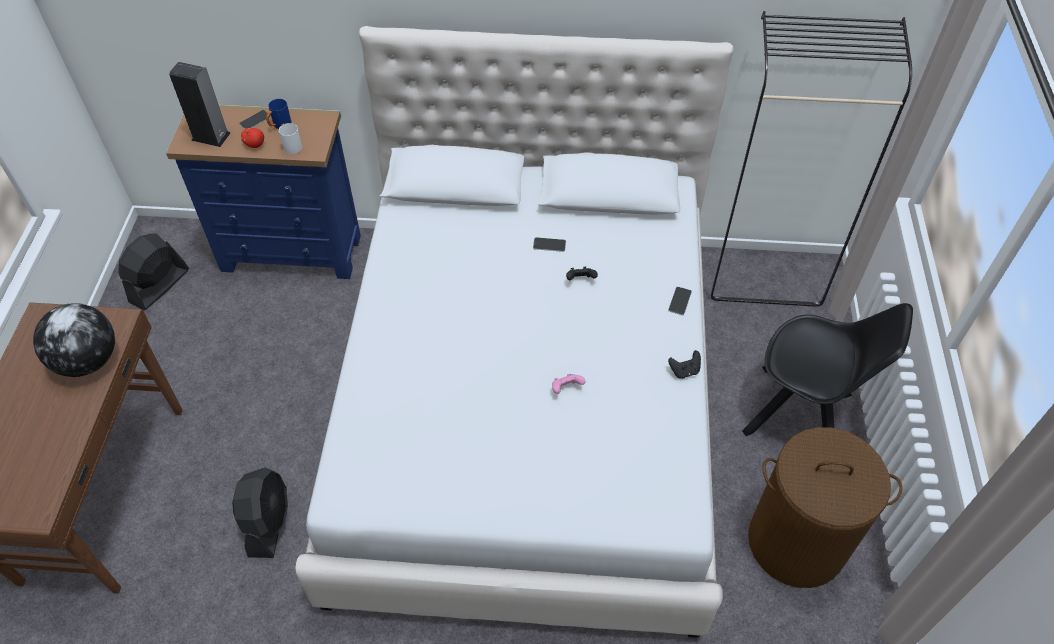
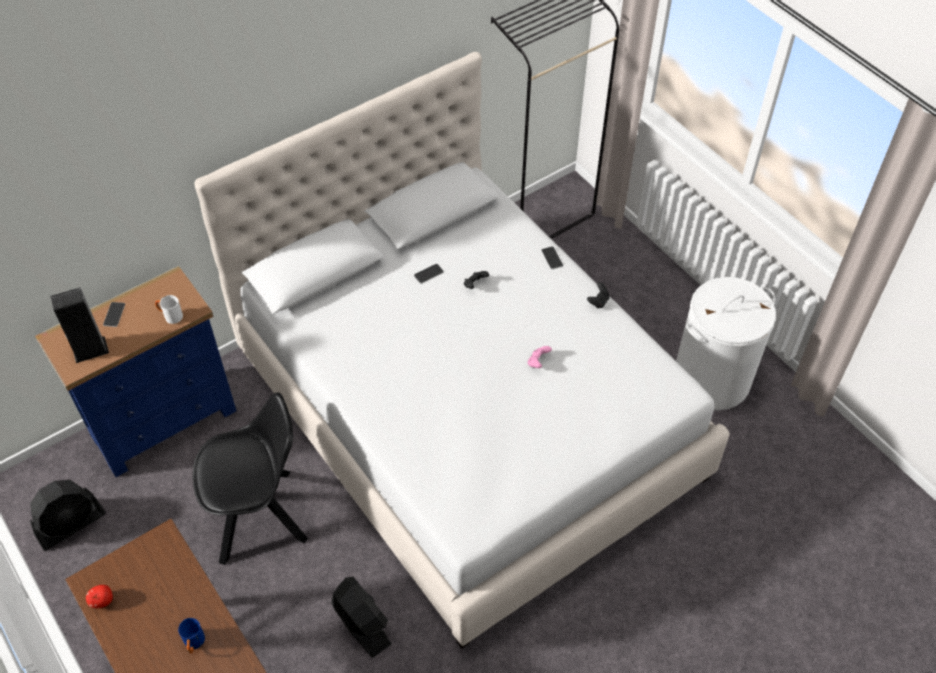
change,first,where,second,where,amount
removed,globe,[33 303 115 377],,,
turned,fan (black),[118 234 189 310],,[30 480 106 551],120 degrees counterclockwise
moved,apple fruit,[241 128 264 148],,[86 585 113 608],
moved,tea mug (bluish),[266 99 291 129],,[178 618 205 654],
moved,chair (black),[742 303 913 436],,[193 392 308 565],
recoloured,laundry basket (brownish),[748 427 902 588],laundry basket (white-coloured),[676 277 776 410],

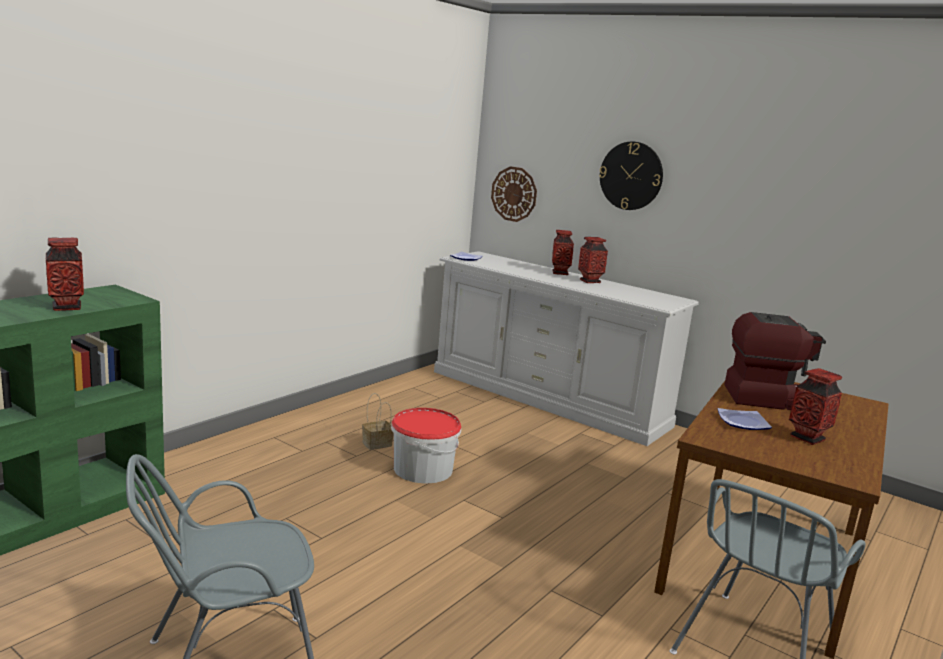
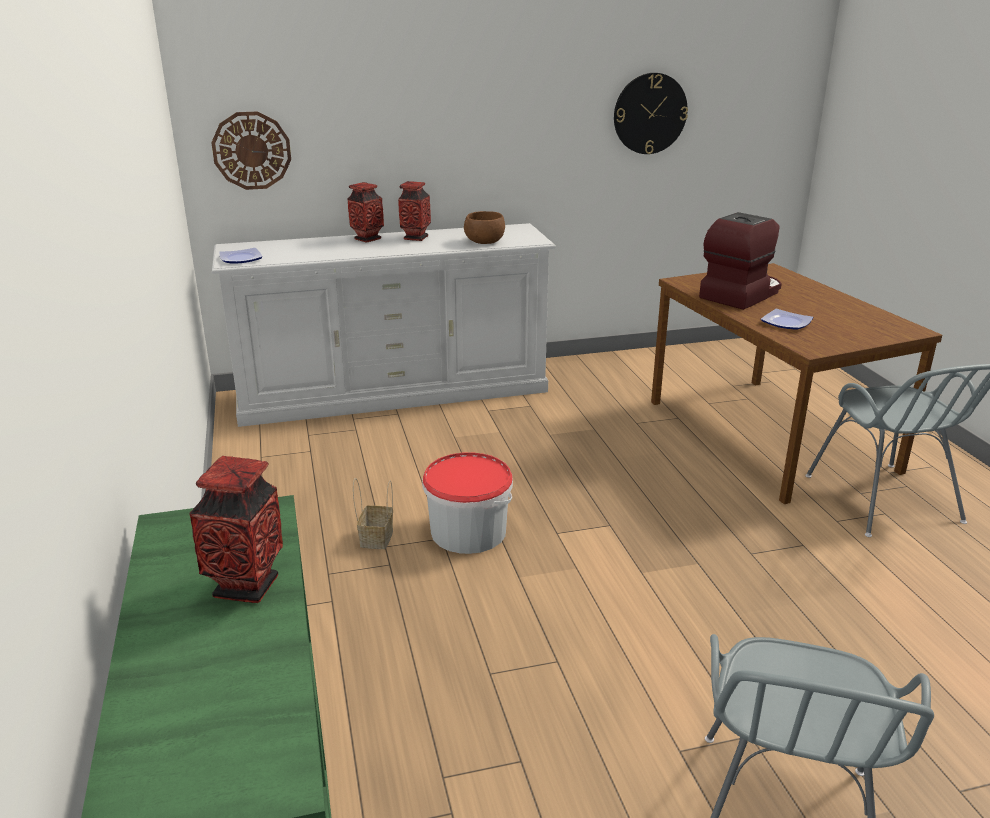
change,first,where,second,where,amount
moved,wall clock,[599 141 663 210],,[614 73 688 154],
removed,decorative vase,[789 368 842 445],,,
added,,,deep dish (brownish),[464 211 505 244],

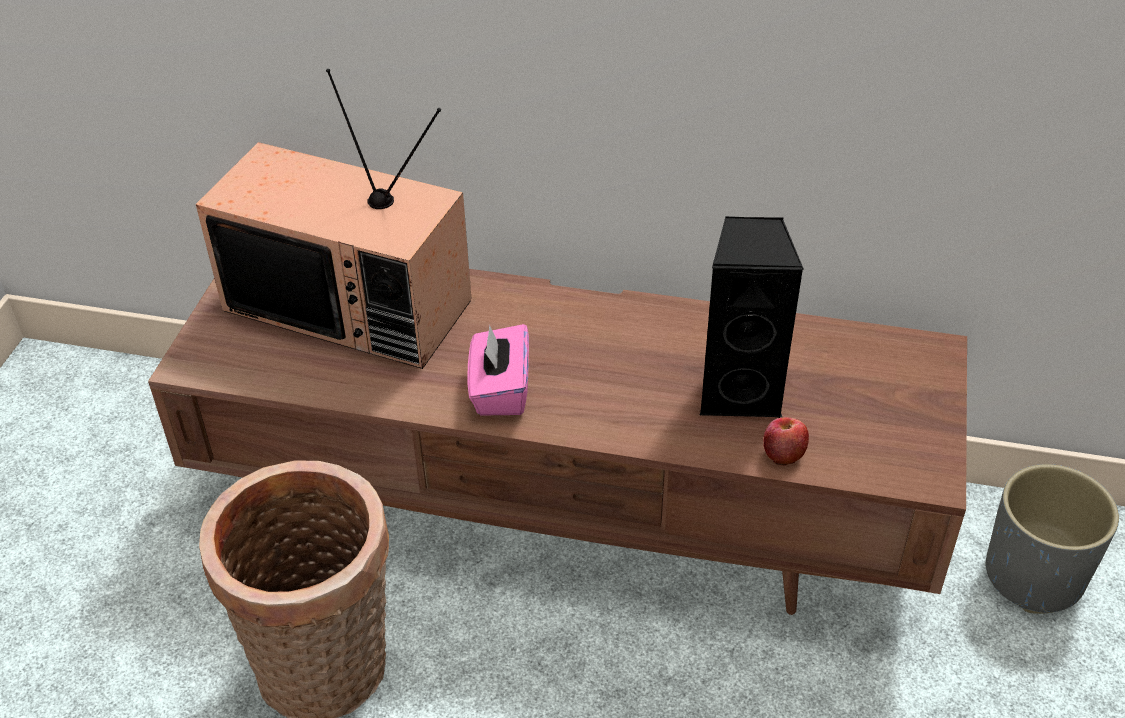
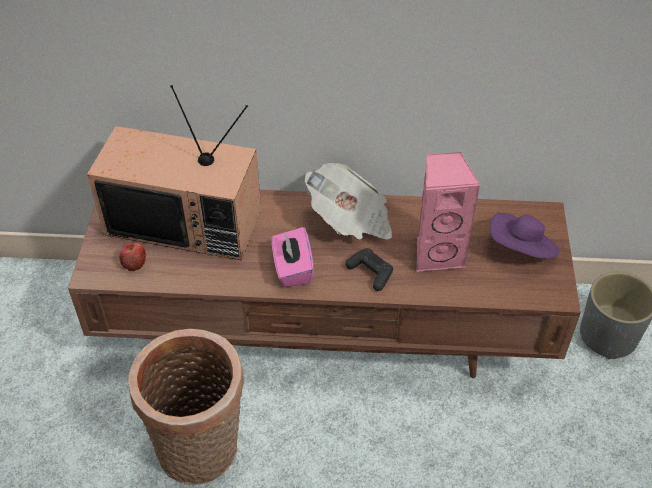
change,first,where,second,where,amount
recoloured,speaker (black),[700 216 804 418],speaker (pinkish),[417 152 481 272],
moved,apple fruit,[763 417 809 466],,[119 243 146 271],
added,,,newspaper,[305 163 392 240],
added,,,gamepad (black),[345 248 393 291],
added,,,hat (purple),[490 213 559 259],

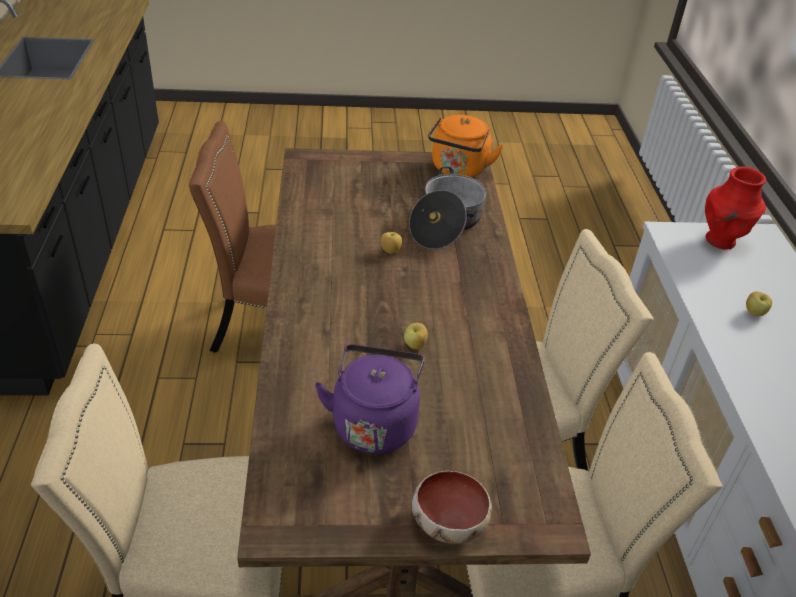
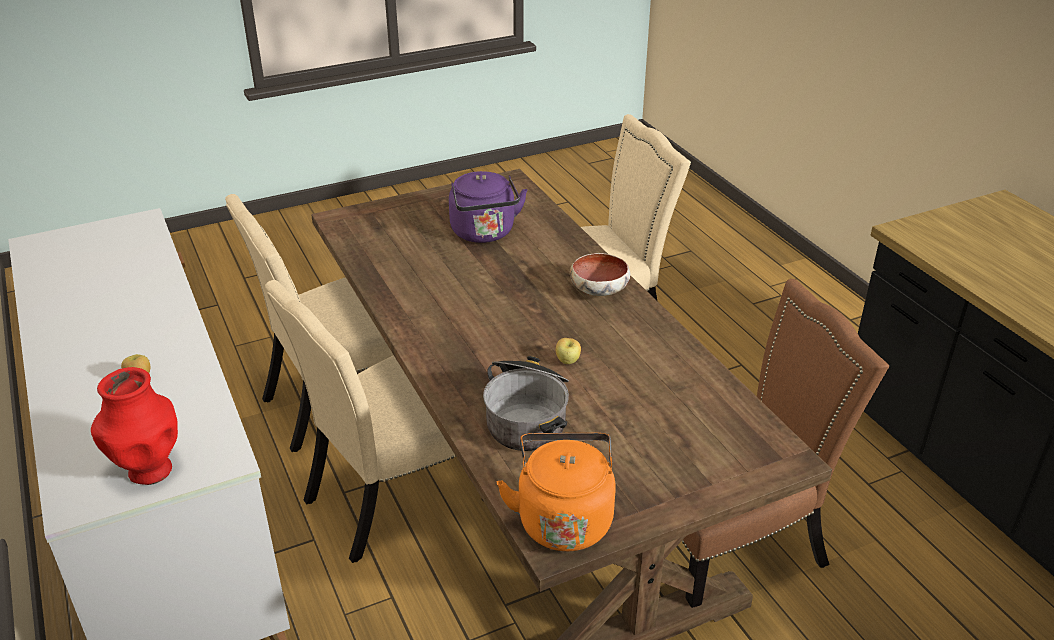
change,first,where,second,where,amount
removed,apple fruit,[404 323 428 349],,,
moved,deep dish,[412 471 492 544],,[570 253 630 296],

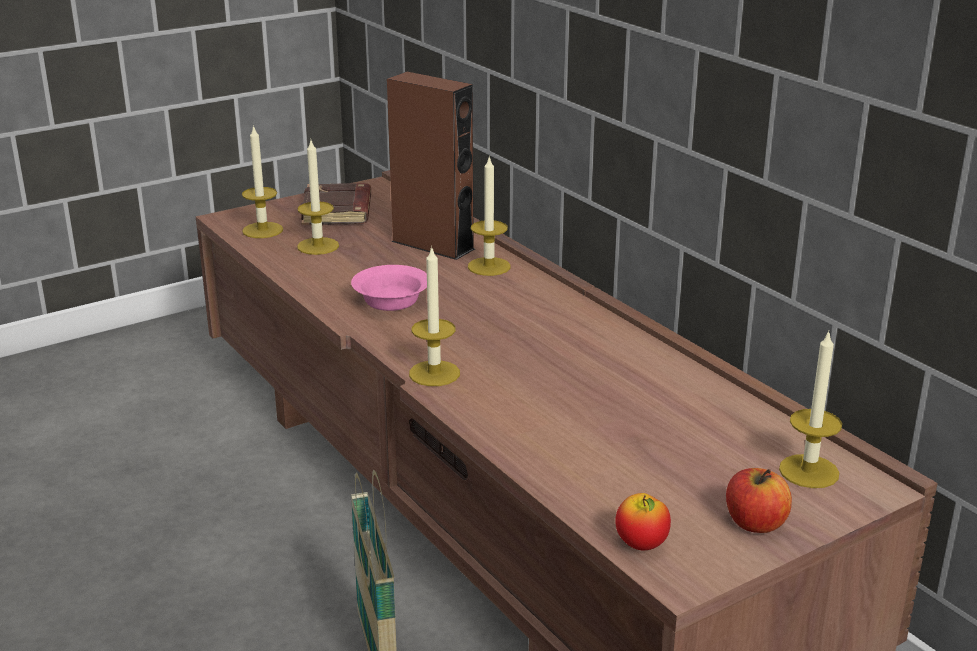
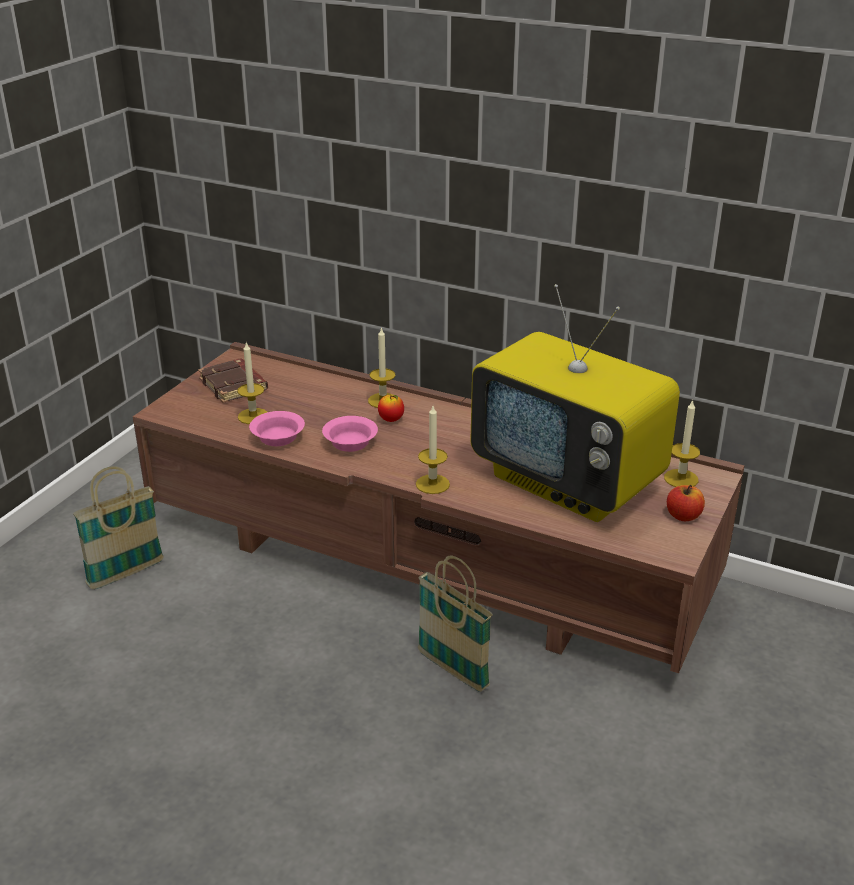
change,first,where,second,where,amount
removed,wax candle,[242 125 283 238],,,
removed,speaker (brownish),[387 72 475 260],,,
moved,apple fruit,[615 493 671 550],,[378 395 404 422],
added,,,storage basket,[73 466 164 589],
added,,,deep dish (pinkish),[249 411 305 446],
added,,,TV,[470 284 680 522],

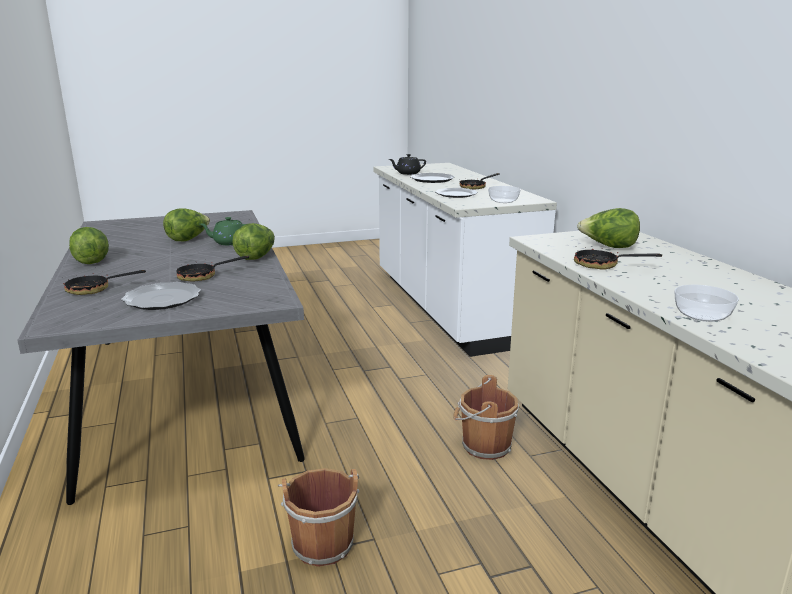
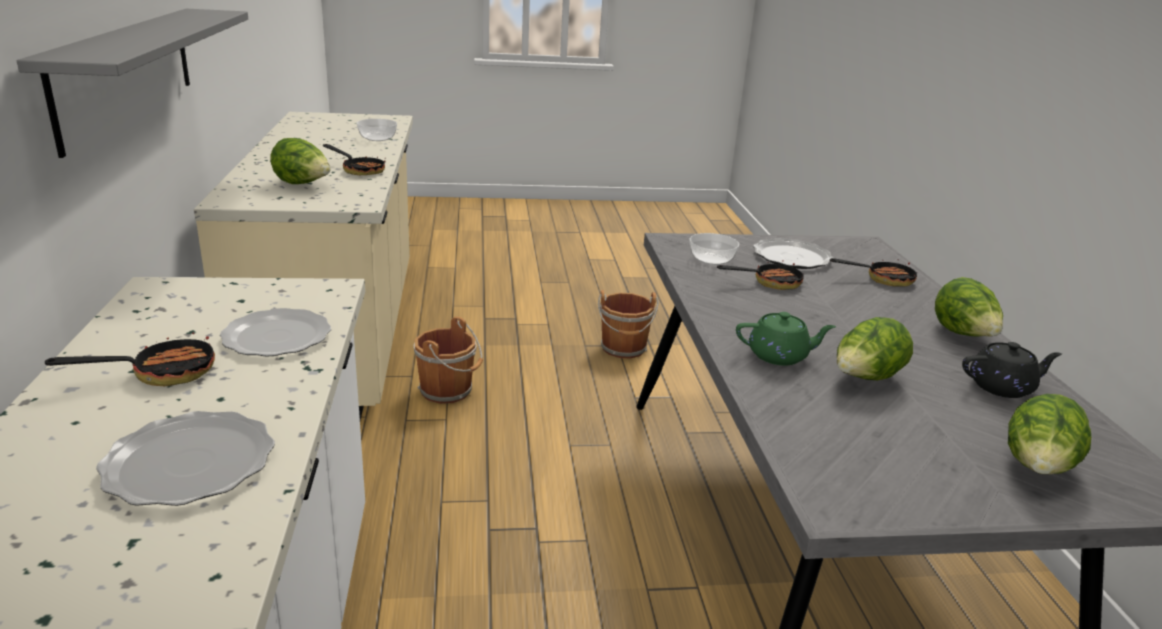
change,first,where,second,where,amount
moved,head of lettuce,[232 223 275 260],,[1008 394 1091 475],
moved,tea pot (black),[389 154 426 175],,[962 342 1062 398],
moved,deep dish,[488 186 521 203],,[689 233 739 265],
added,,,bracket shelf (greyish),[17 9 248 158],

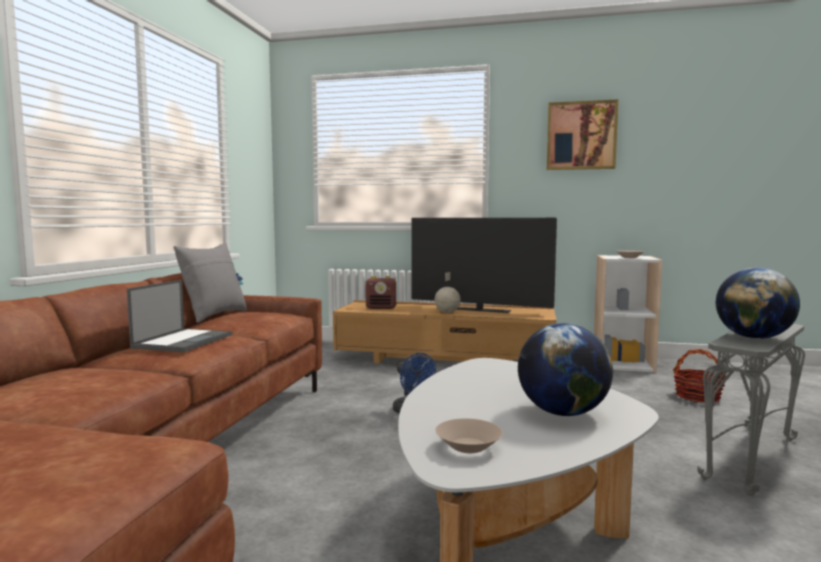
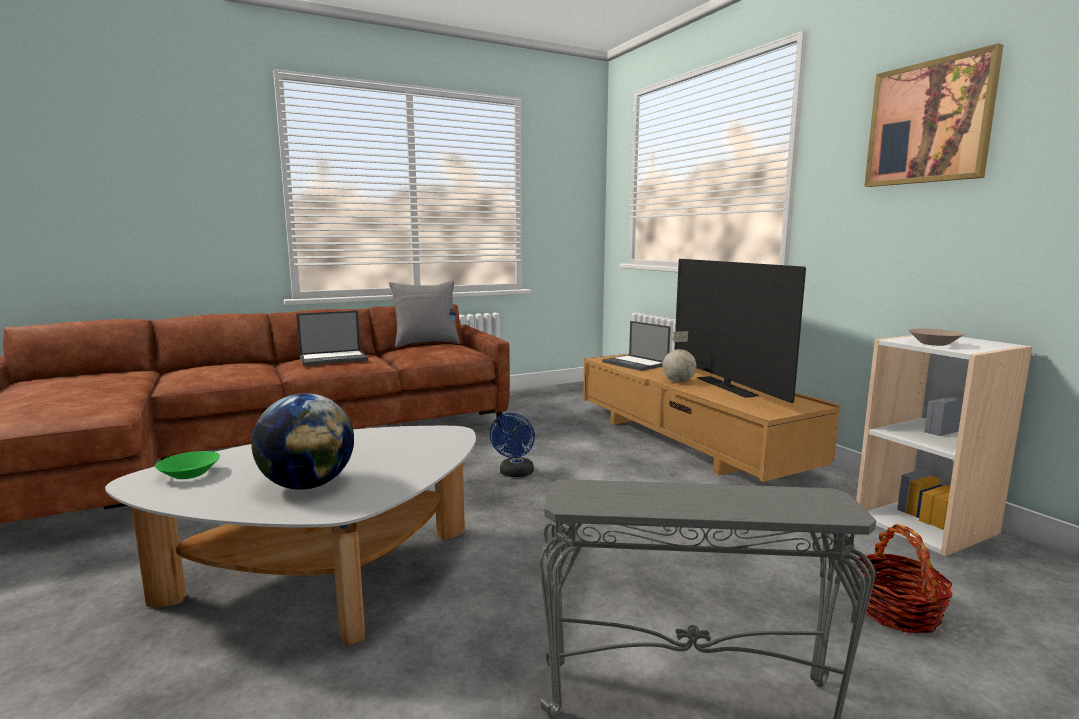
change,first,where,second,where,amount
replaced,radio receiver,[365 276 397 309],portable computer,[602 321 671 371],
recoloured,deep dish (beige-coloured),[435 418 503 453],deep dish (green),[155 451 220 479],
removed,globe,[716 268 800 339],,,

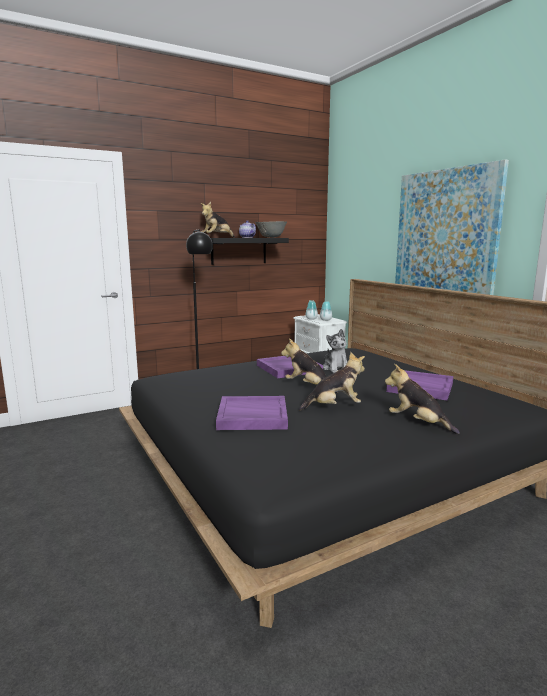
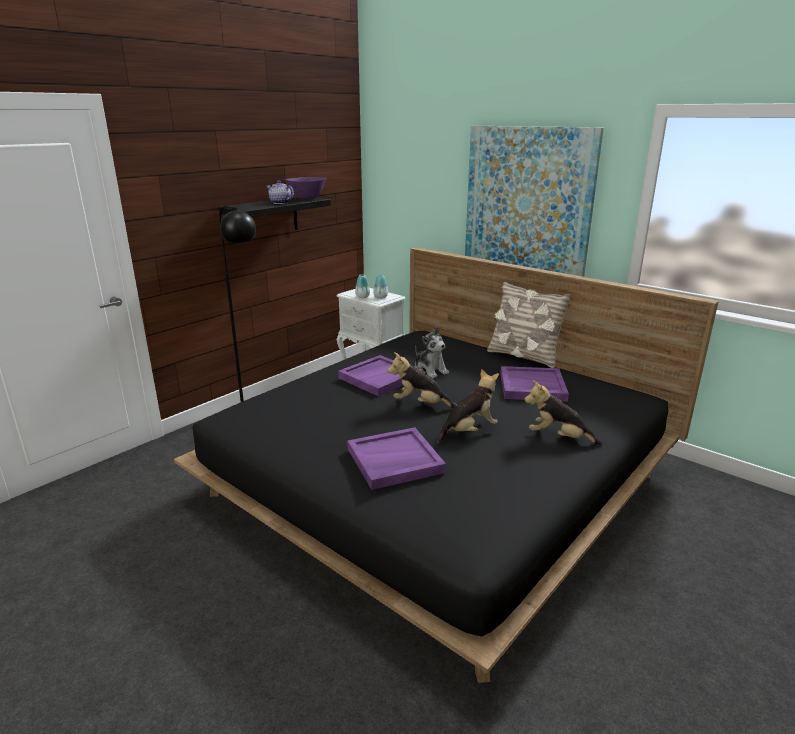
change,first,where,second,where,amount
removed,cuddly toy,[201 202 235 238],,,
recoloured,deep dish (greyish),[255 221 287 238],deep dish (purple),[285 177 326 199],
added,,,pillow (beige-coloured),[487 282 570 368],

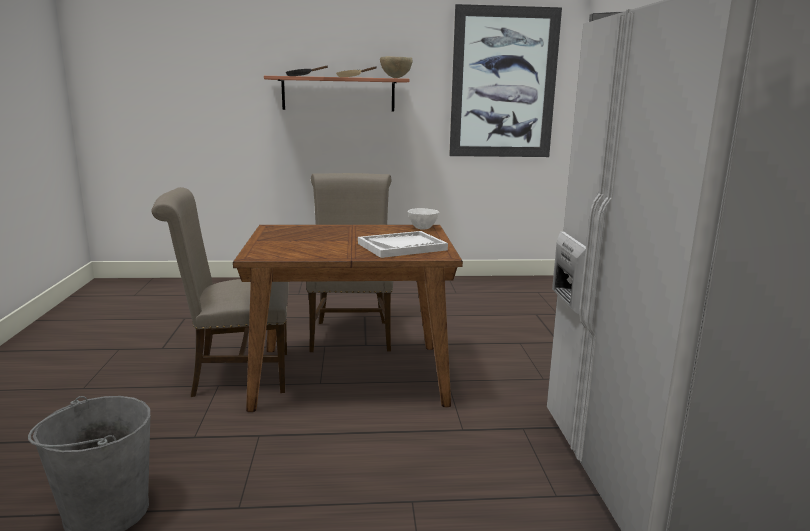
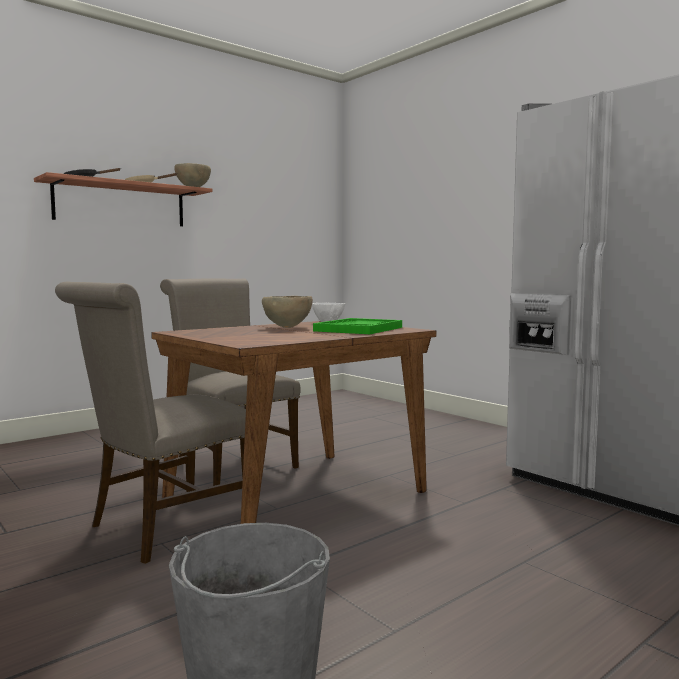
change,first,where,second,where,amount
recoloured,serving tray (white-coloured),[358 231 448 258],serving tray (green),[313 318 402 334],
removed,wall picture,[449 4 562 157],,,
added,,,deep dish (brownish),[262 296 313 328],

